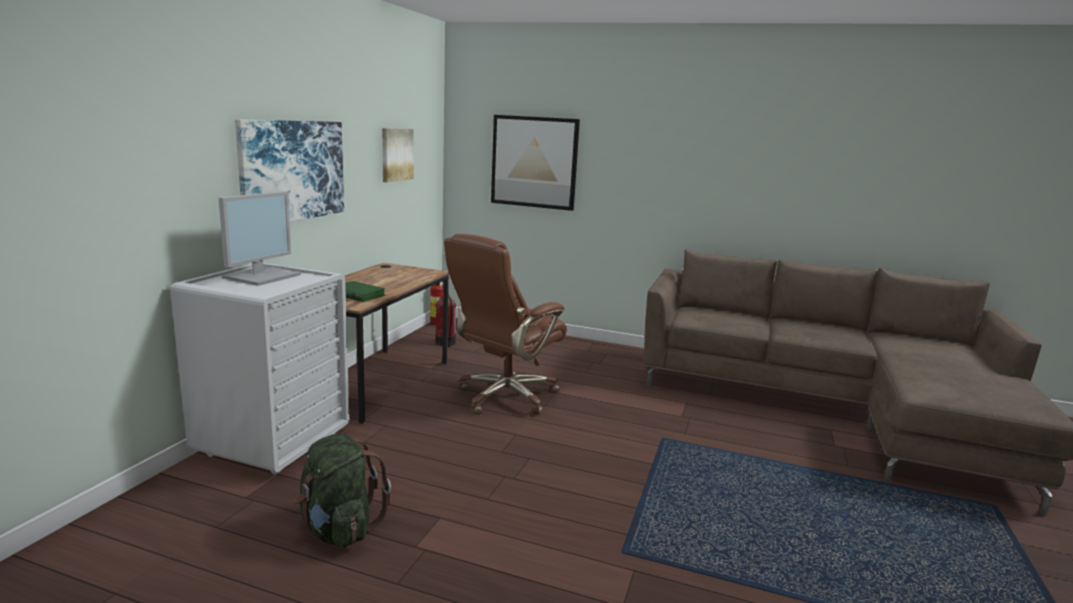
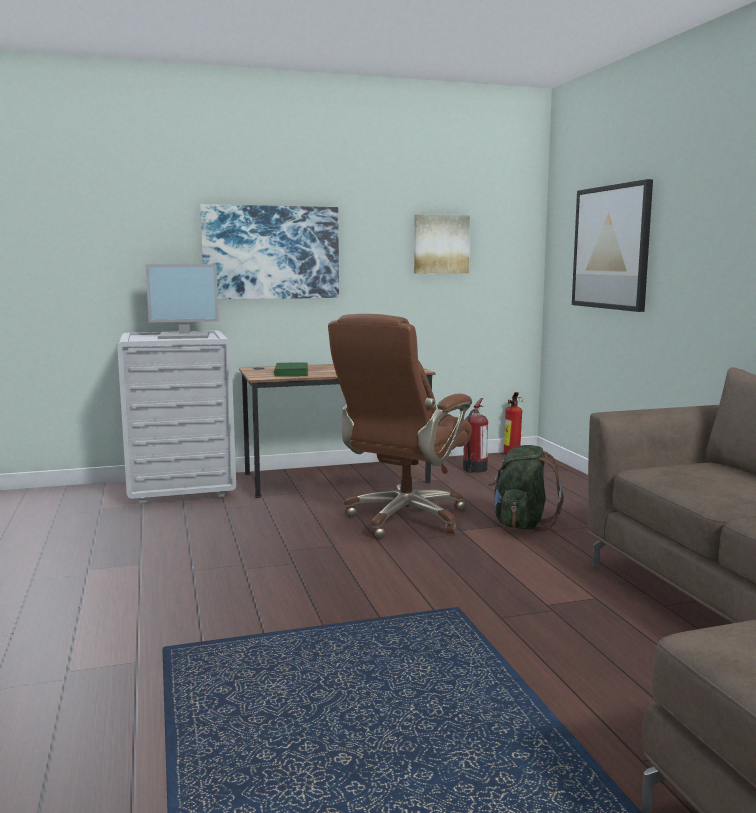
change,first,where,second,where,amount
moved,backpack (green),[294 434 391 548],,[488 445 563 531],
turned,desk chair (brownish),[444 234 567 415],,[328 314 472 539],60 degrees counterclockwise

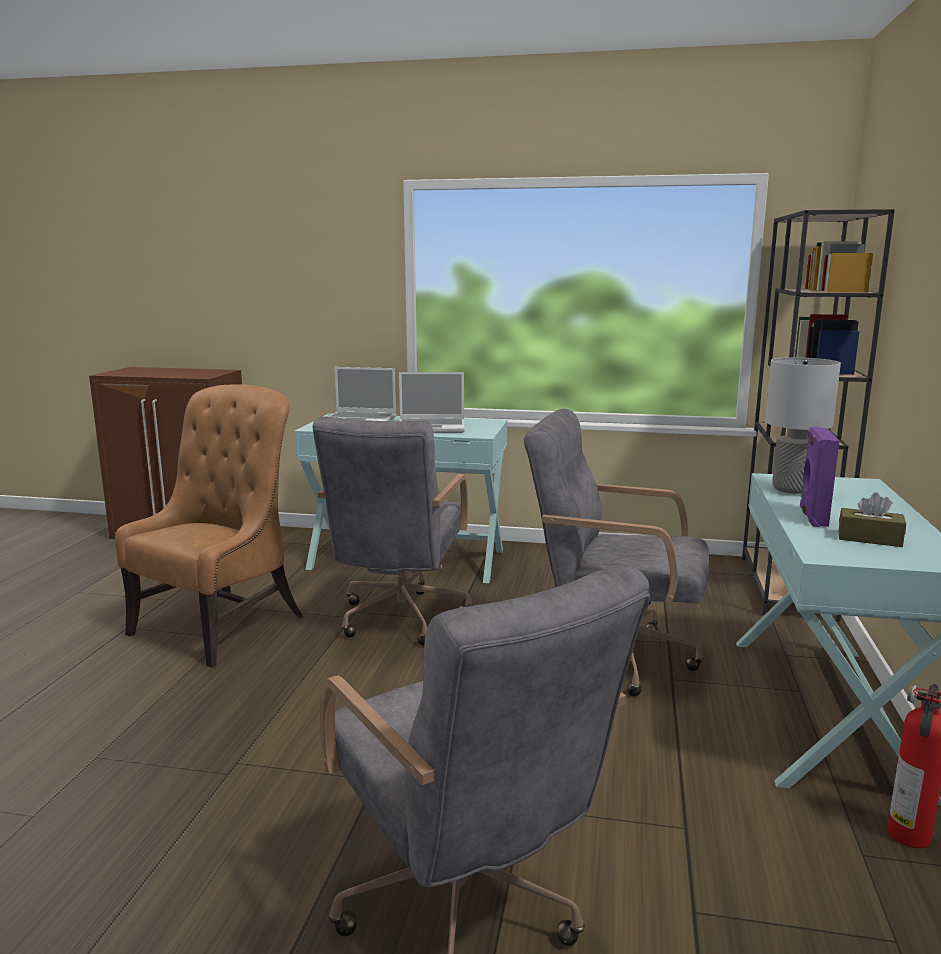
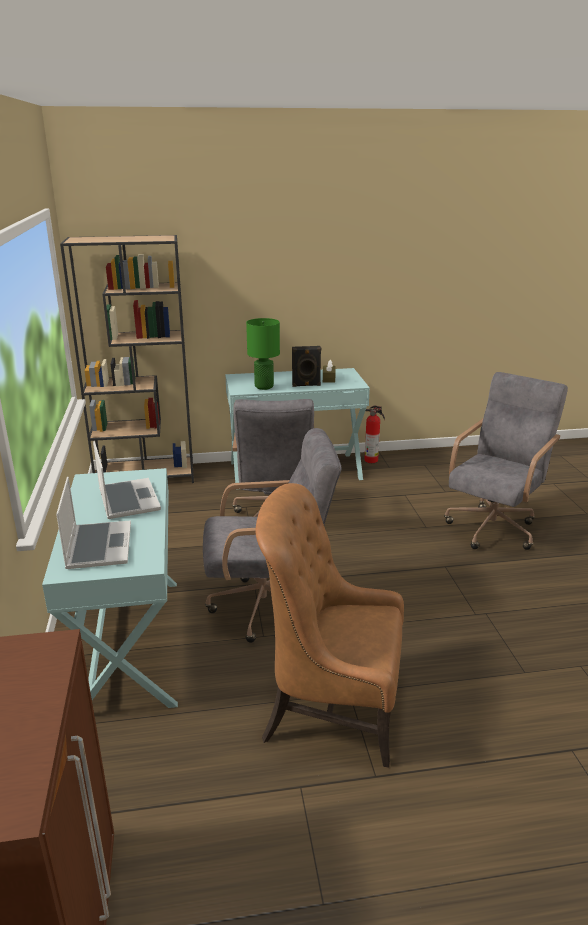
change,first,where,second,where,amount
recoloured,tabletop lamp (greyish),[765 357 841 494],tabletop lamp (green),[246 318 280 390],
recoloured,speaker (purple),[800 427 839 527],speaker (black),[292 346 321 387],

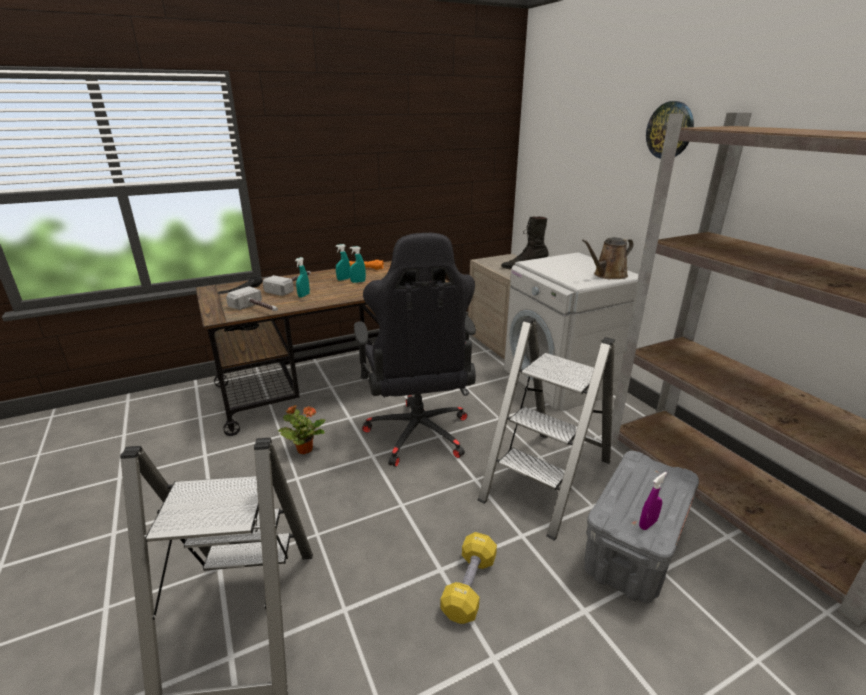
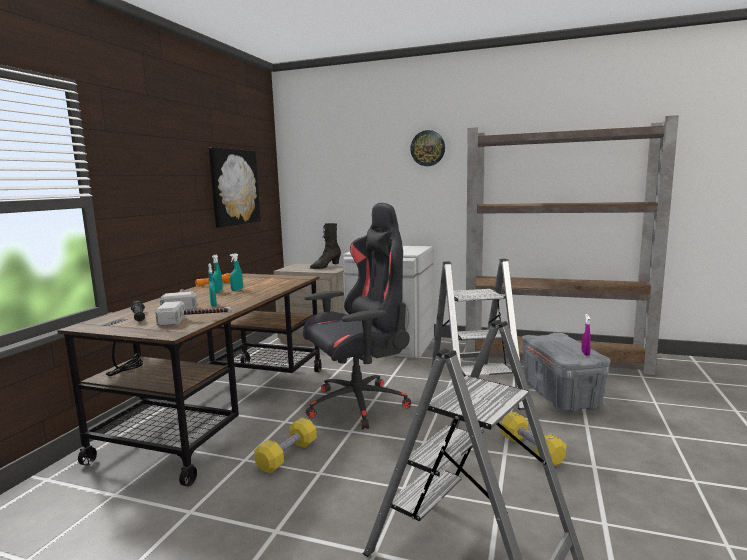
change,first,where,second,where,amount
replaced,plant in a pot,[278 405 326 455],free weight (yellow-coloured),[254 417 317 473],
turned,desk chair (black),[354 233 476 467],,[303 203 411 429],60 degrees counterclockwise
removed,watering can (brownish),[582 237 633 279],,,
added,,,wall picture,[209 147 261 228],

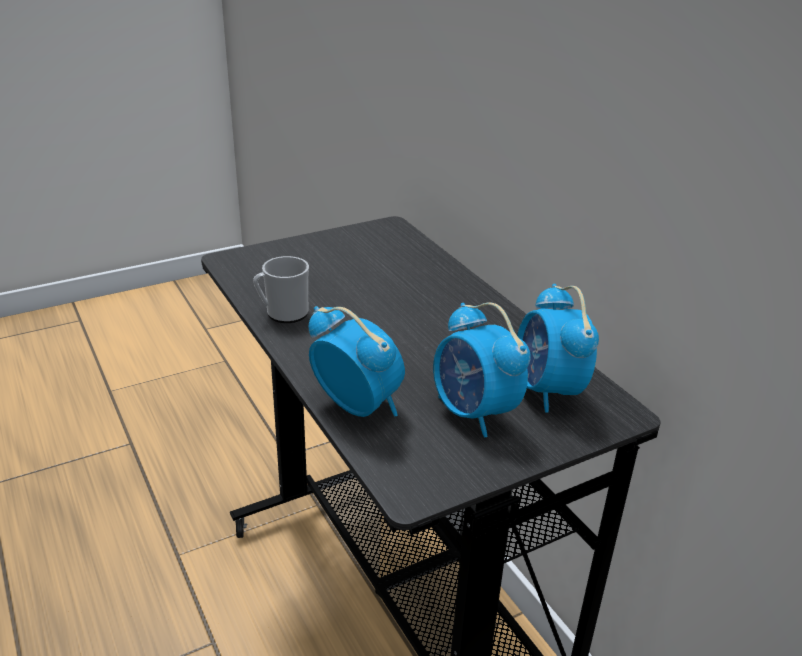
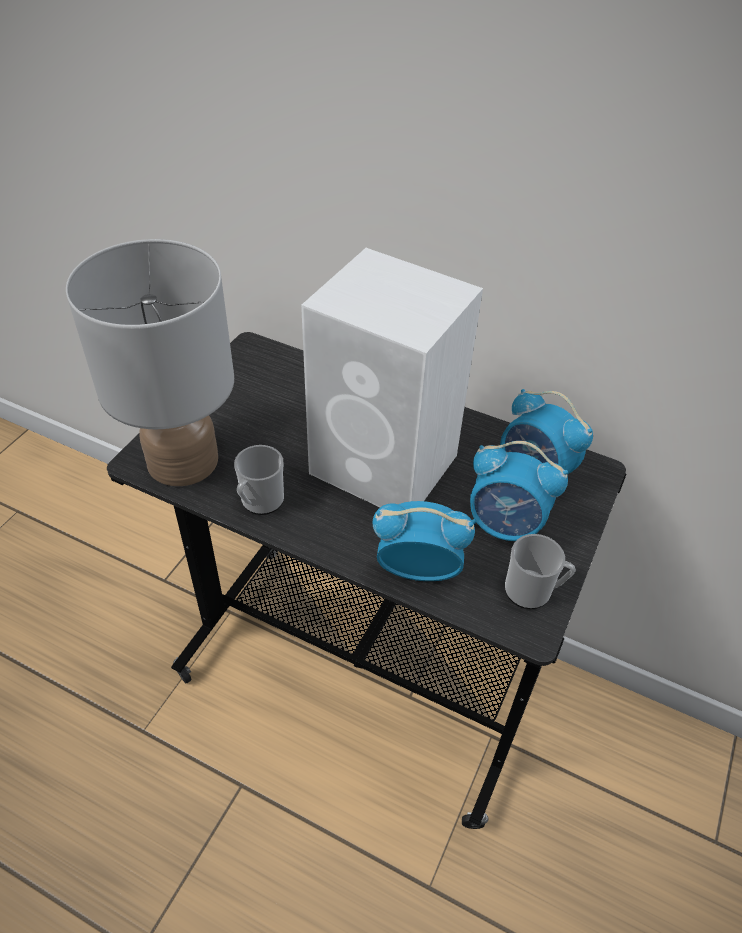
change,first,where,second,where,amount
added,,,tabletop lamp (greyish),[66 239 234 486],
added,,,speaker (white-coloured),[301 248 483 507],
added,,,tea mug,[505 534 576 609],

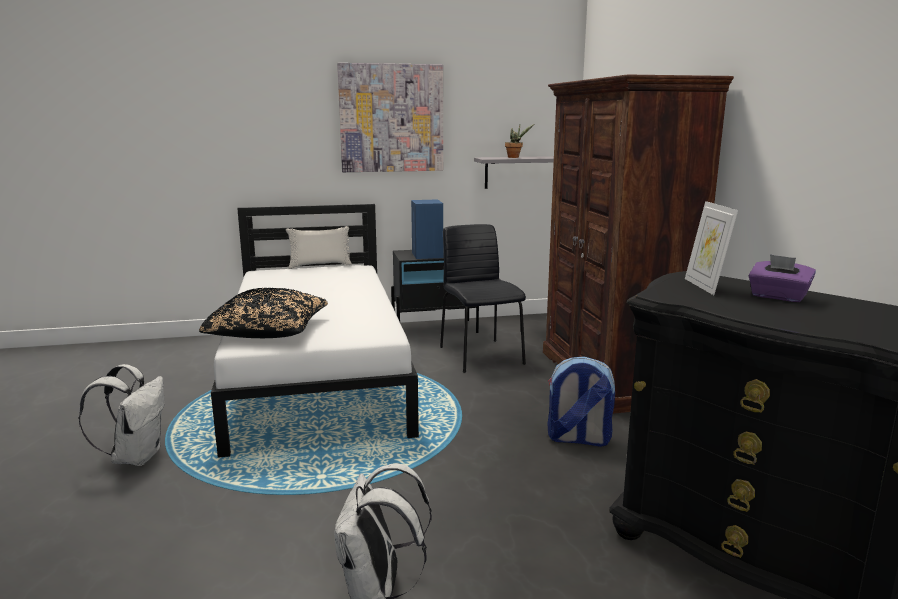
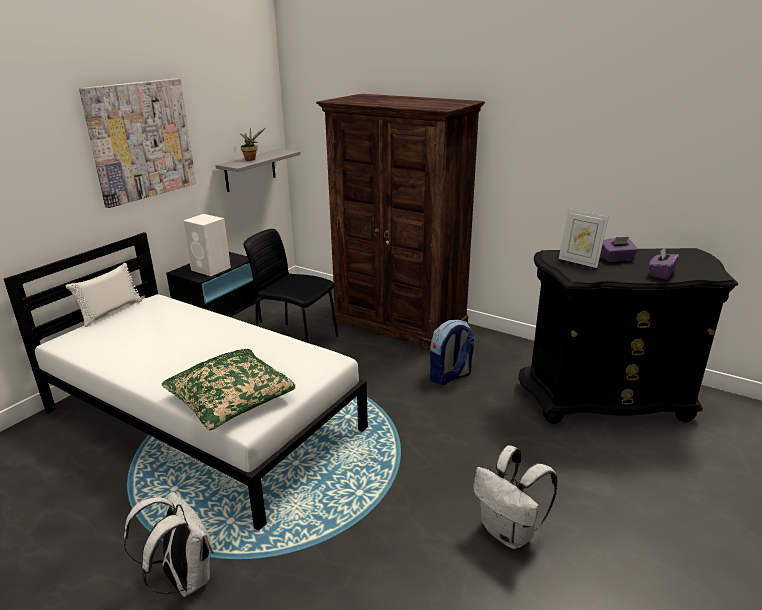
change,first,where,second,where,amount
recoloured,pillow (black),[199 288 328 338],pillow (green),[161 349 295 430],
recoloured,speaker (bluish),[411 199 443 259],speaker (white-coloured),[183 214 231 276],
added,,,box of tissues (purple),[649 247 679 280],

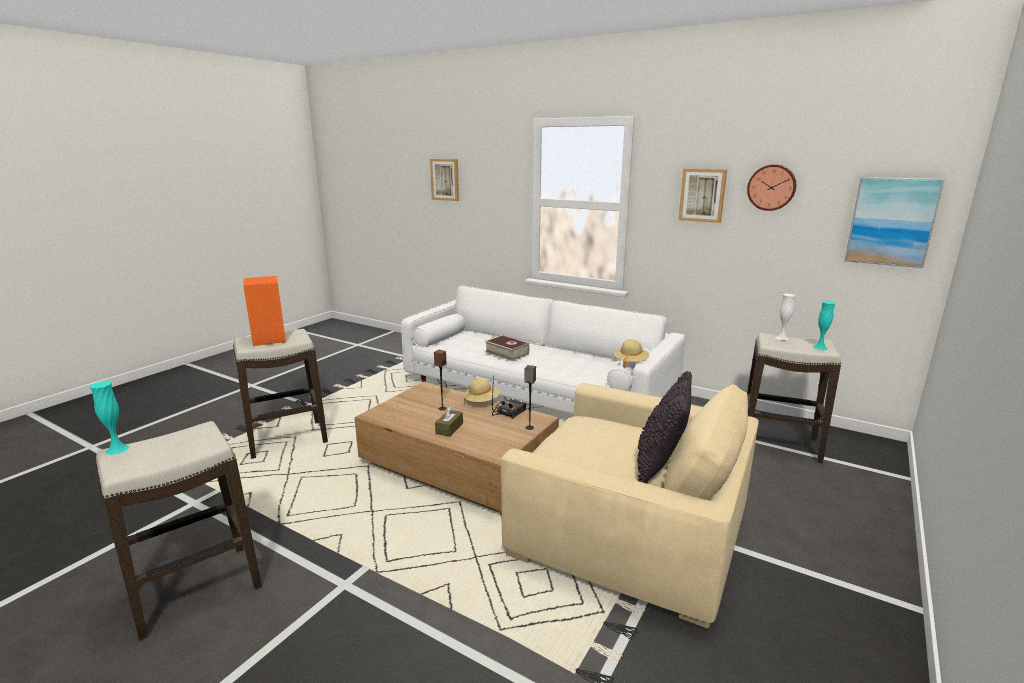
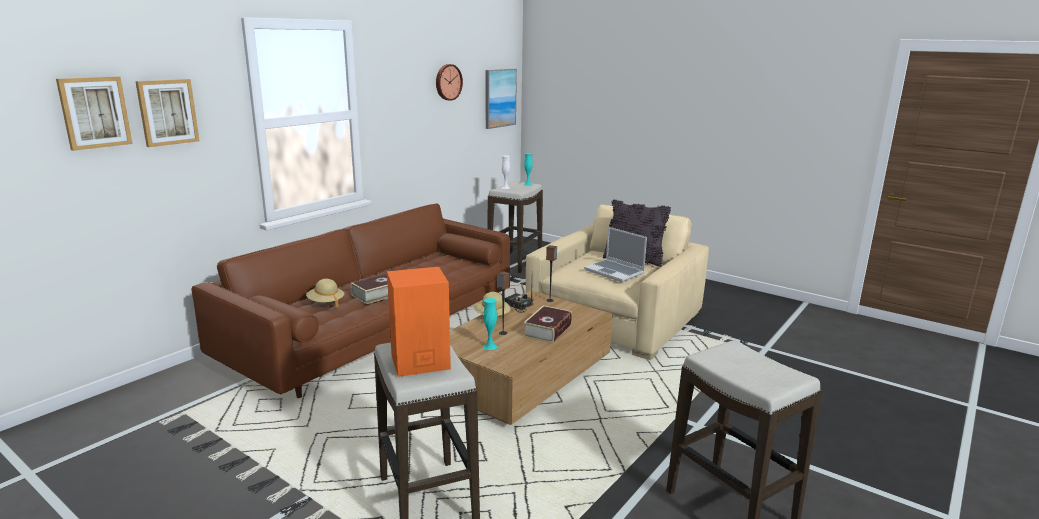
change,first,where,second,where,amount
moved,decorative vase (turquoise-coloured),[90 381 129 455],,[483 298 497 350],
recoloured,sofa (white-coloured),[401 286 686 414],sofa (brownish),[192 204 510 398],
replaced,box of tissues (brownish),[435 405 463 437],book,[523 305 572 343],
moved,hat (beige-coloured),[614 339 649 368],,[306 279 344 308],
moved,wall picture,[678 169 727 223],,[135 79 200 147],
added,,,portable computer,[584 227 647 282],

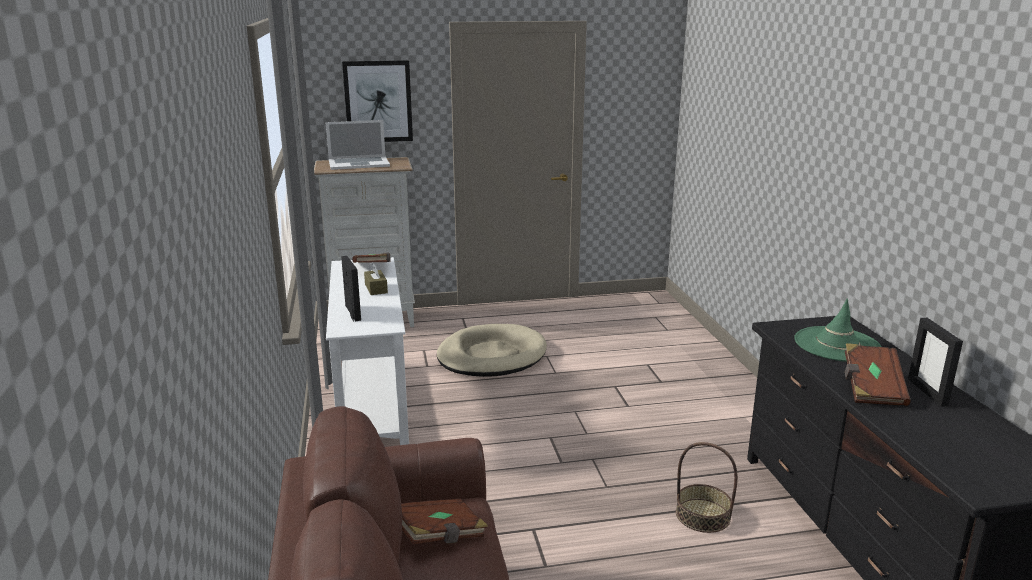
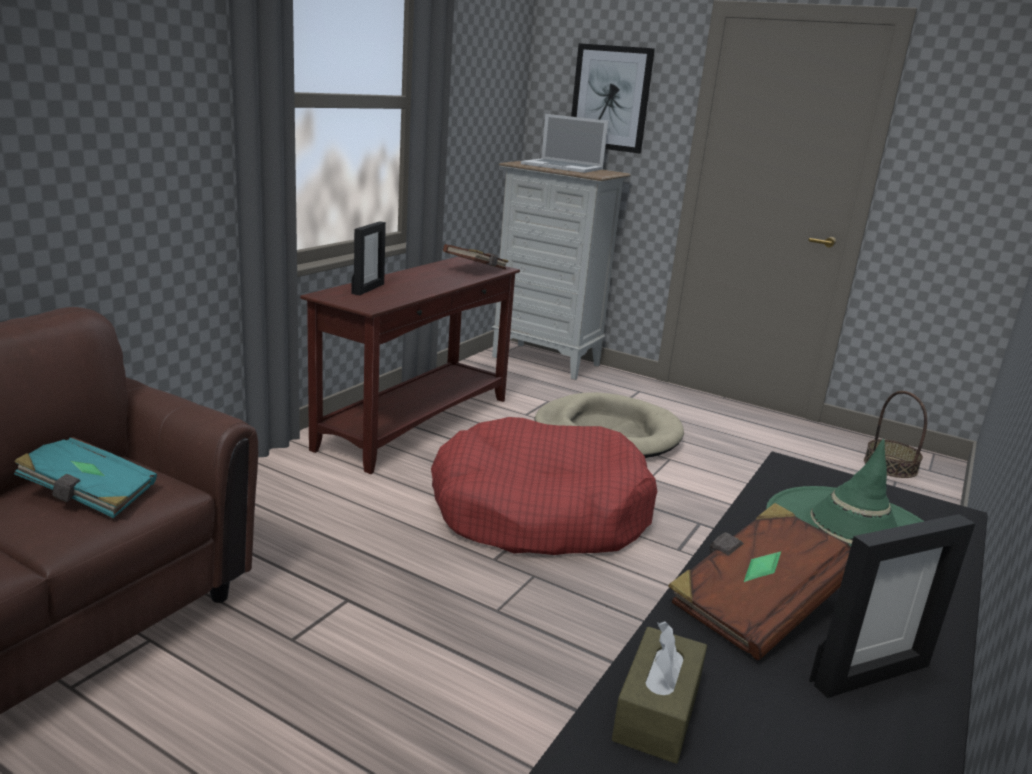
change,first,where,second,where,amount
recoloured,console table (white-coloured),[326 257 409 445],console table (brownish),[300 256 520 474],
moved,box of tissues (brownish),[364 263 388 295],,[612 621 707 764],
recoloured,book (brownish),[401 499 488 544],book (turquoise-coloured),[14 437 157 518],
moved,storage basket,[676 442 738 533],,[864 391 927 478],
turned,photo frame,[908 318 963 407],,[809 514 975 698],150 degrees counterclockwise
added,,,pet bed (red-coloured),[431 417 658 555],

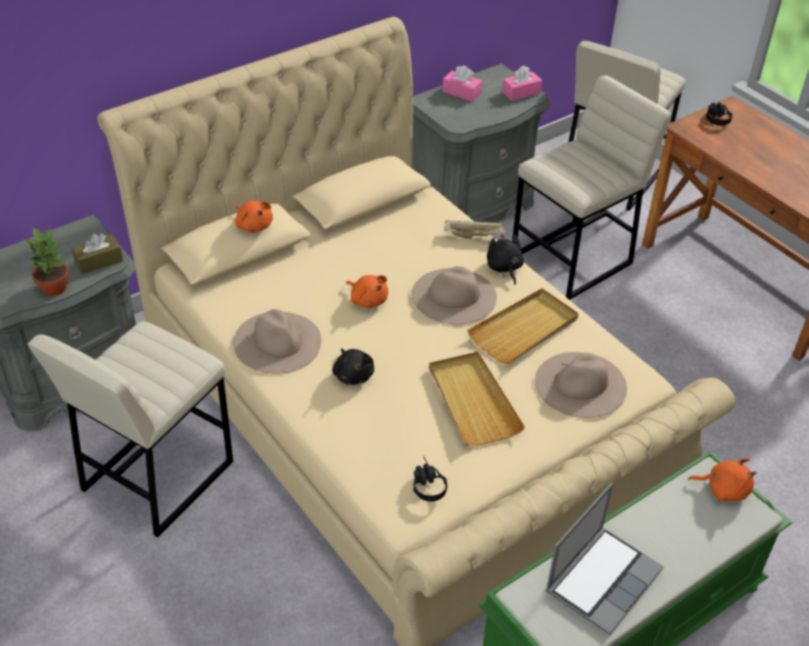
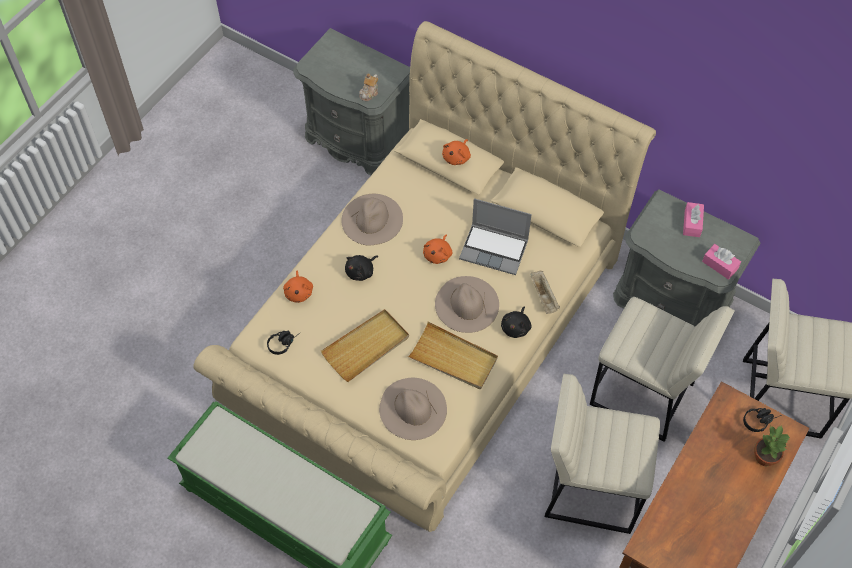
change,first,where,second,where,amount
moved,plant in a pot,[25 228 69 296],,[754 425 790 466],
moved,chair (beige-coloured),[28 321 233 538],,[545 374 660 534],
replaced,box of tissues (brownish),[72 233 123 274],tea pot,[359 74 378 101],
turned,cuddly toy (black),[487 233 524 285],,[501 306 532 338],150 degrees clockwise
moved,portable computer,[545 482 664 635],,[459 198 532 275],
moved,cuddly toy (orange-coloured),[688 458 757 501],,[283 271 313 303],

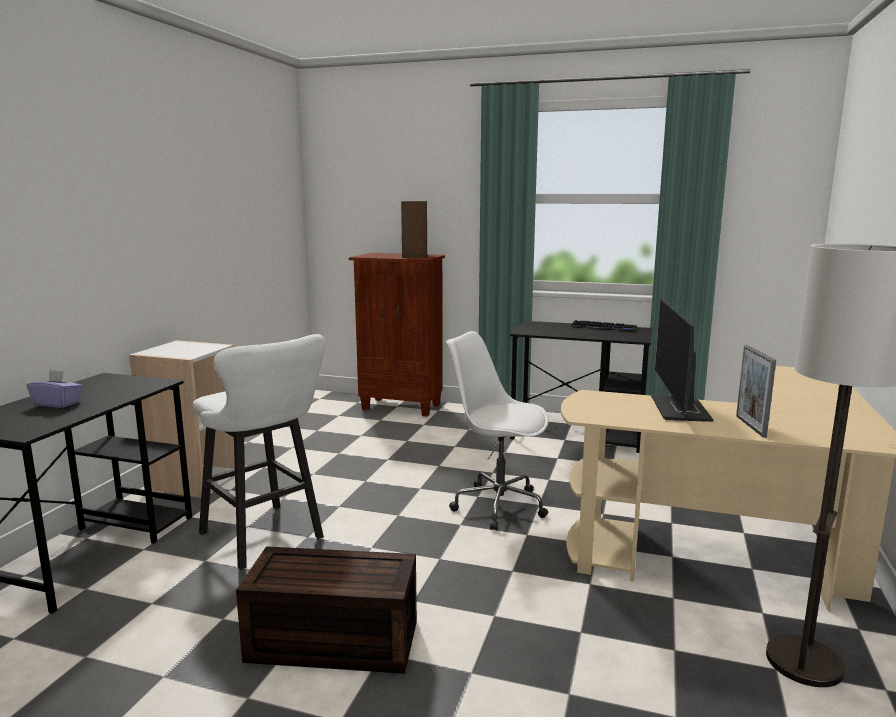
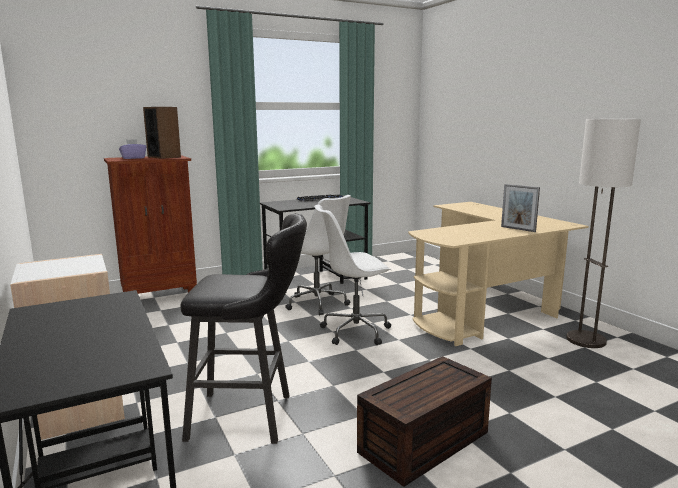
change,first,where,second,where,amount
moved,box of tissues (purple),[27 370 83 408],,[119 139 146 159],
recoloured,stool (white-coloured),[192 334 325 570],stool (black),[180 213 307 444],
removed,monitor,[651 299 713 422],,,
added,,,desk chair (white-coloured),[285 195 351 315],

